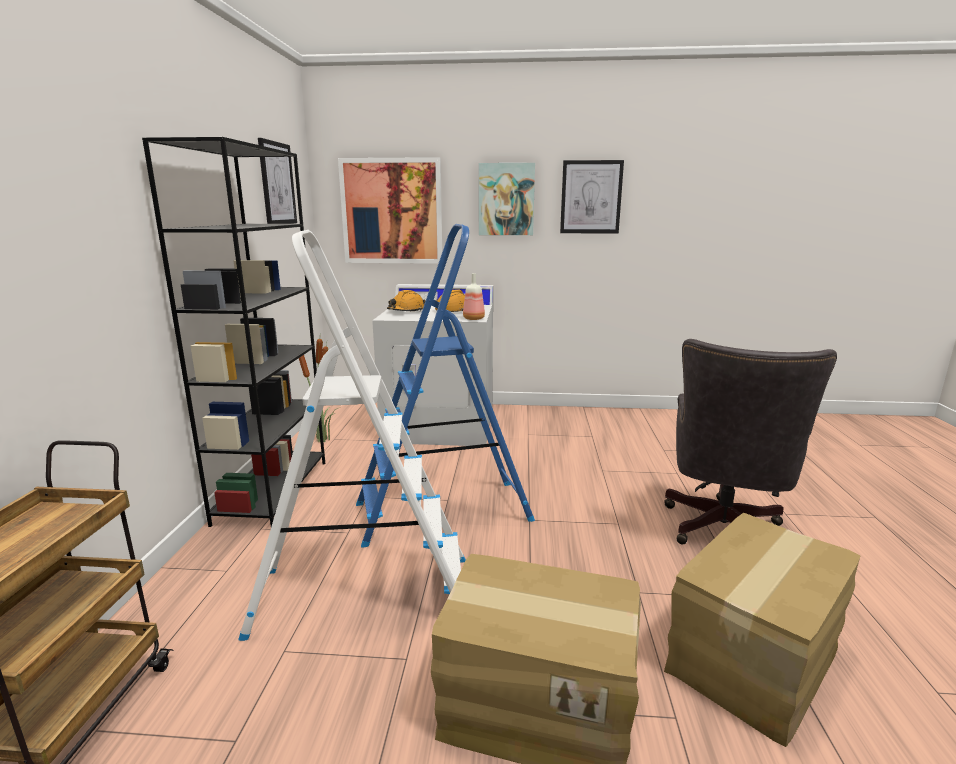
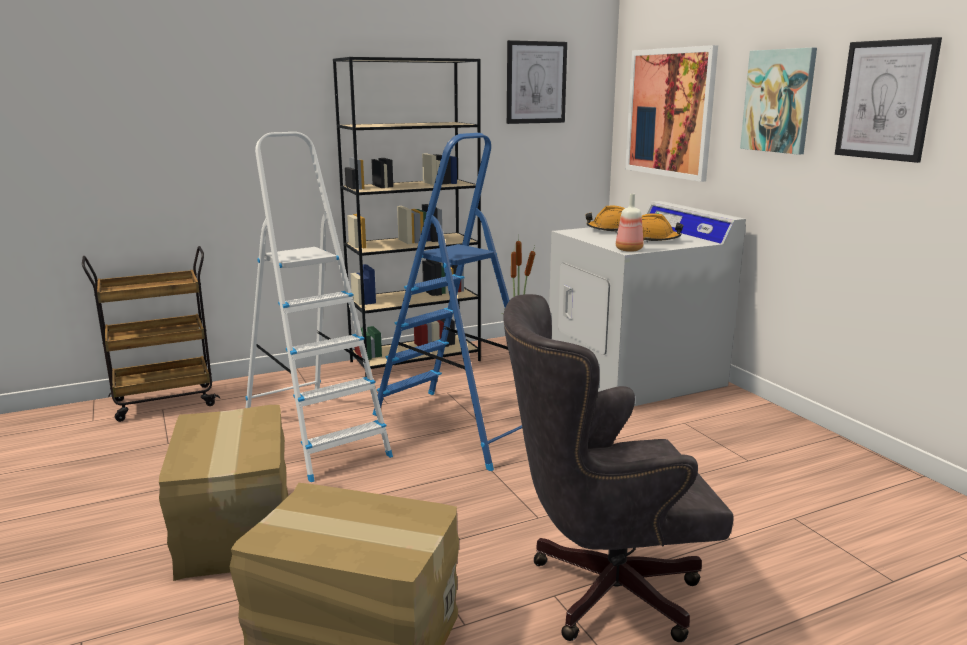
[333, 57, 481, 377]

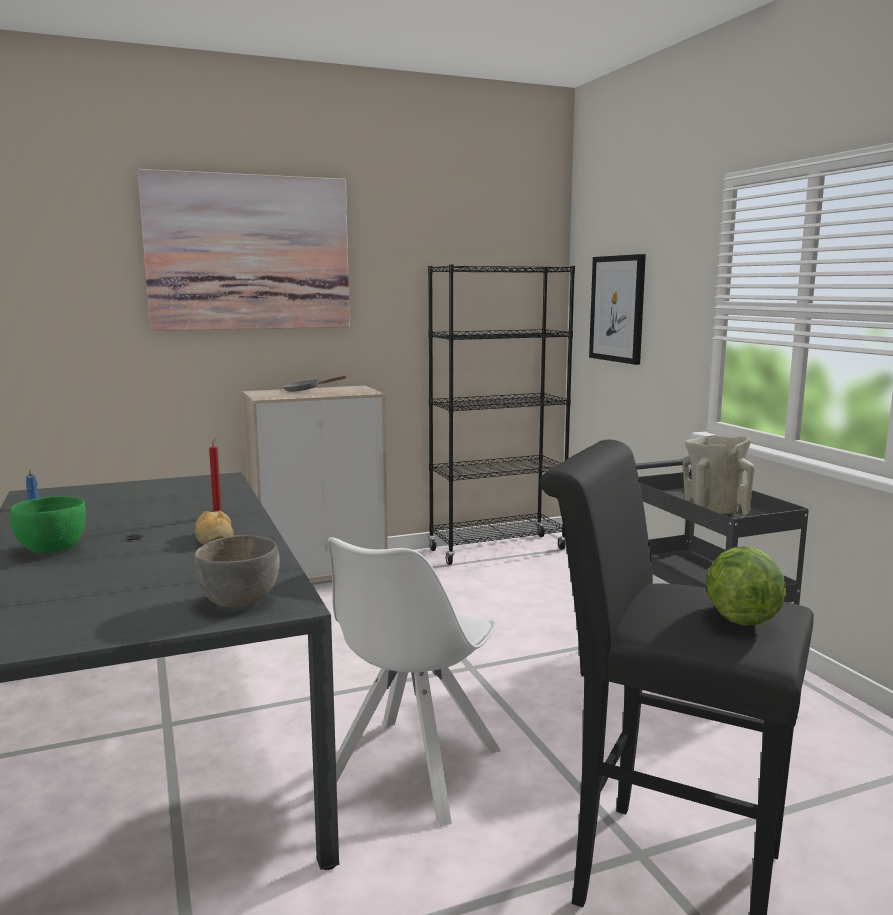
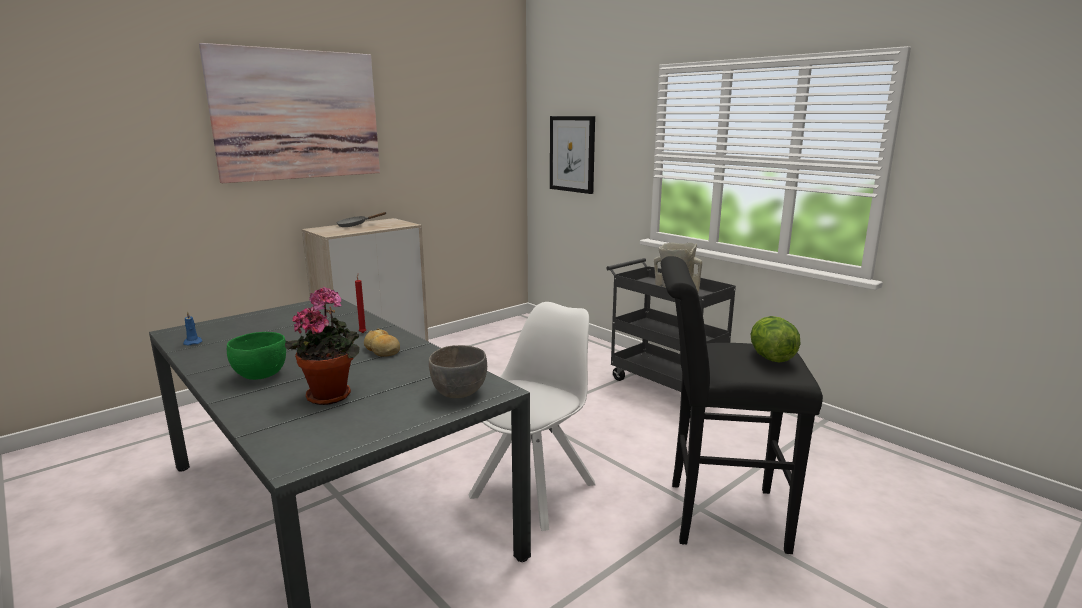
[428, 264, 575, 565] (first image)
[285, 287, 360, 405]
[468, 302, 595, 531]

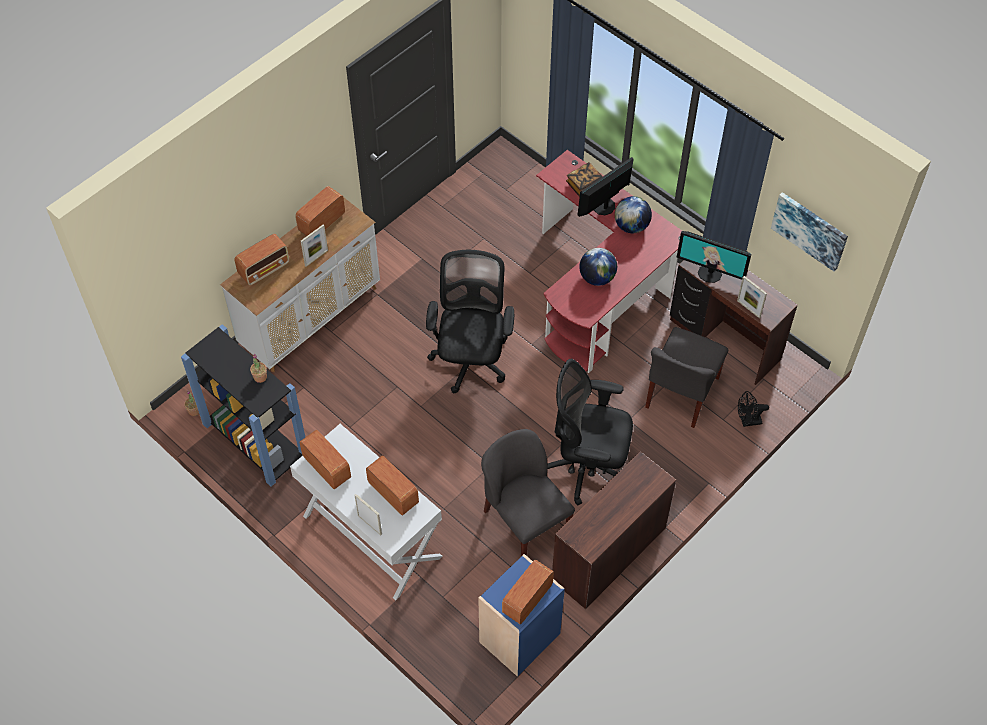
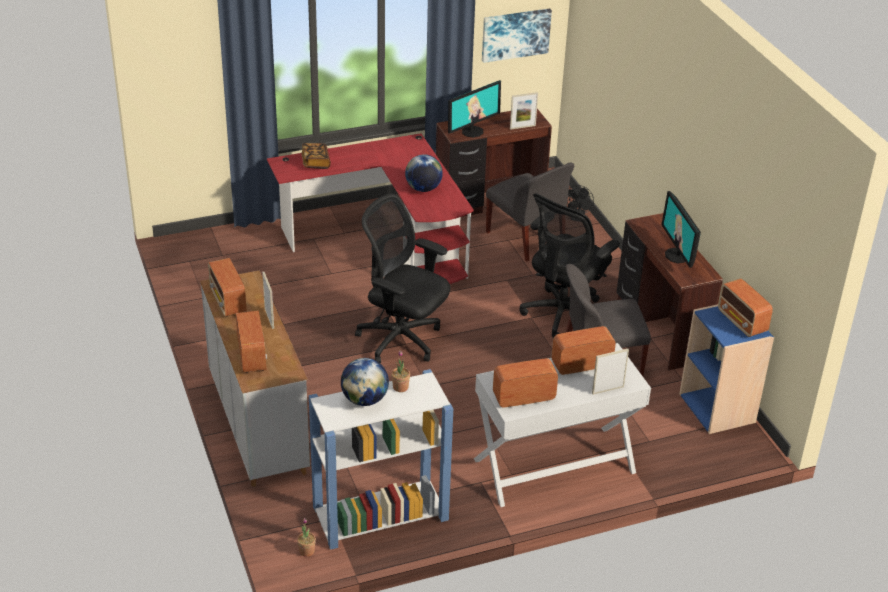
[661, 191, 701, 268]
[341, 358, 389, 406]
[309, 369, 453, 550]

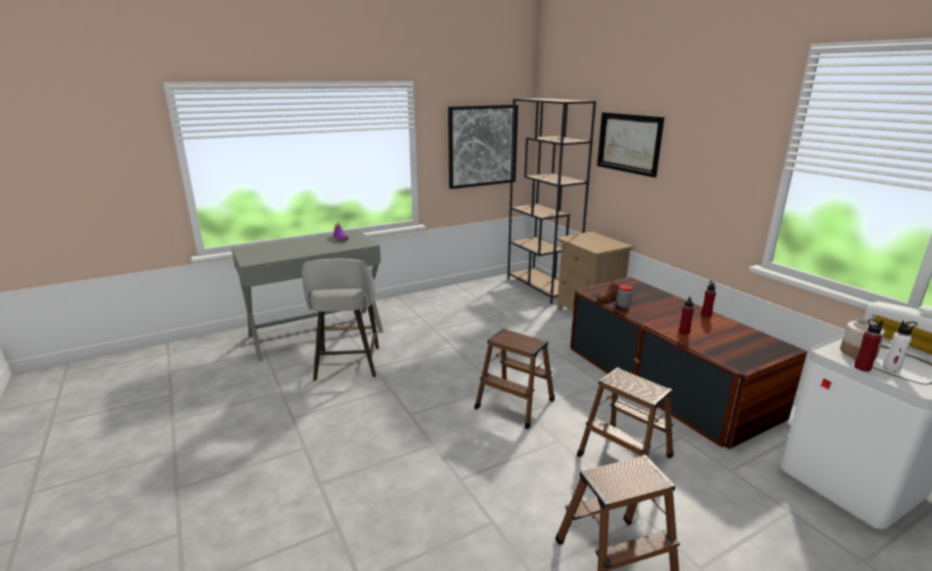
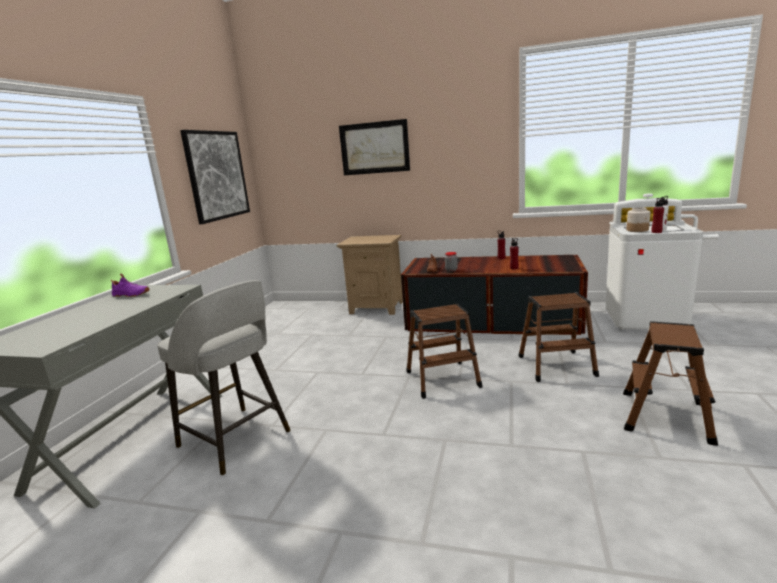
[507, 98, 596, 304] (first image)

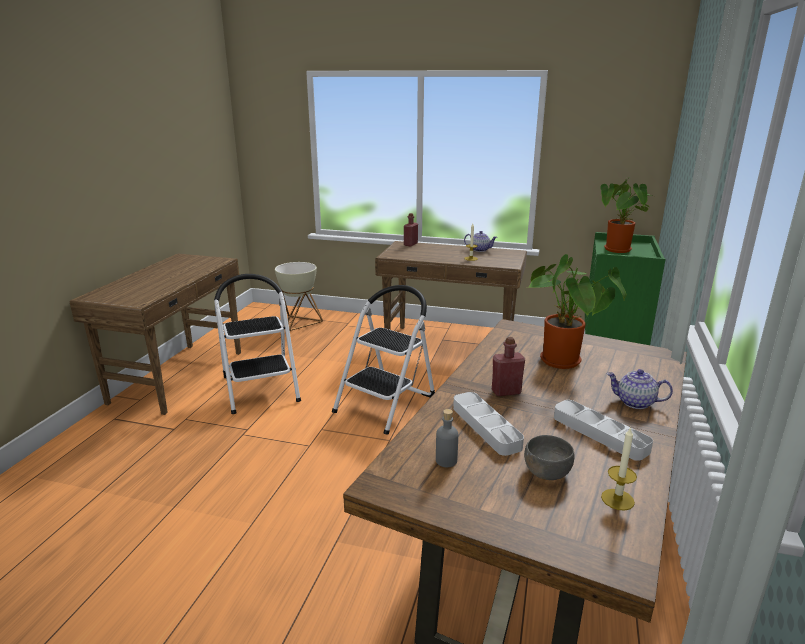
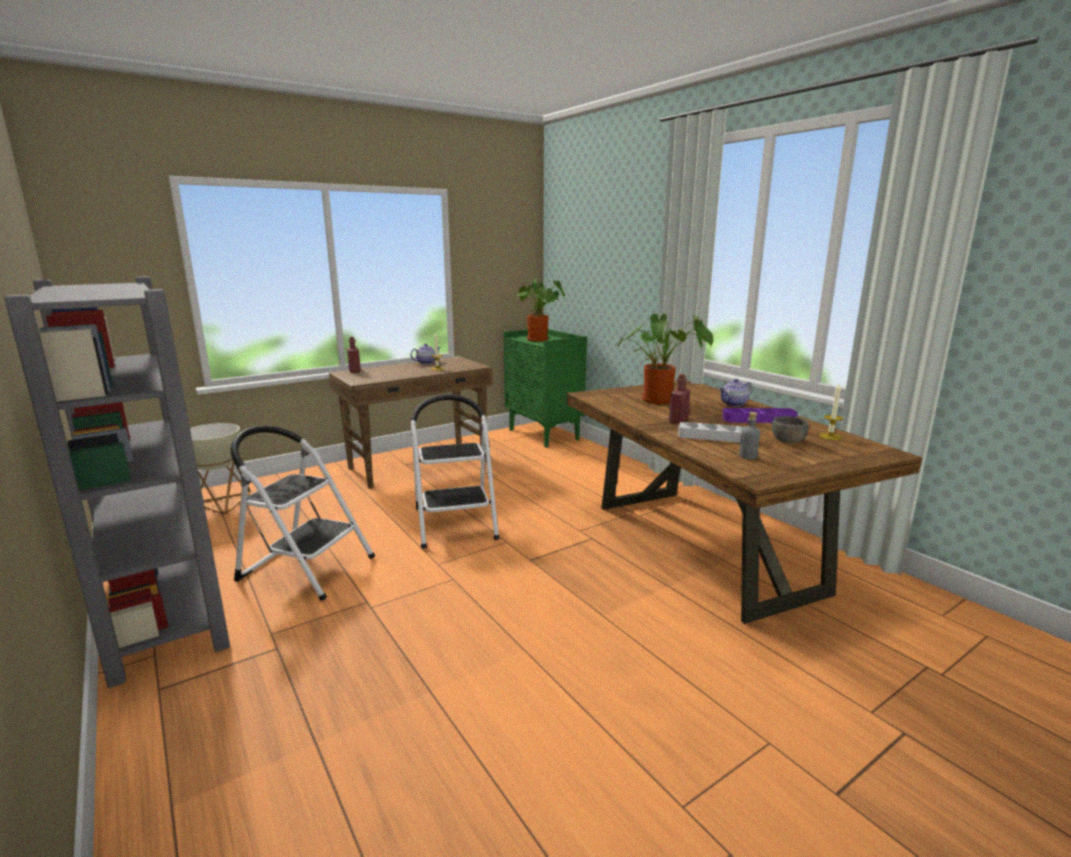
[4, 276, 230, 688]
[722, 408, 798, 423]

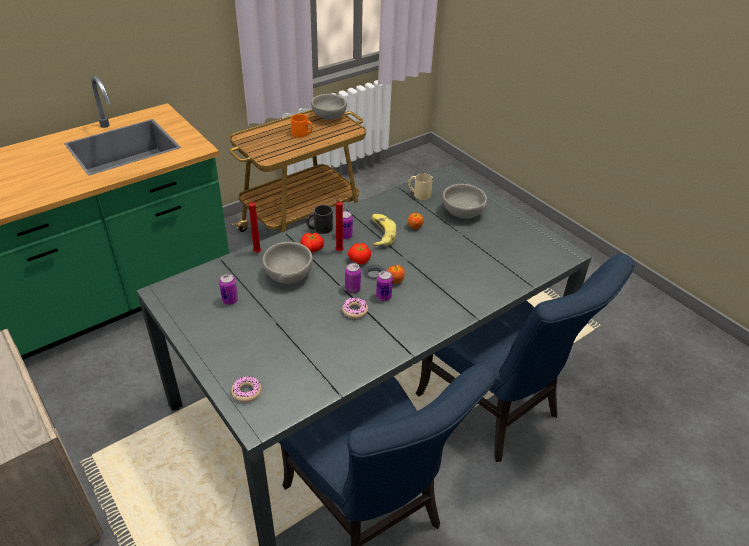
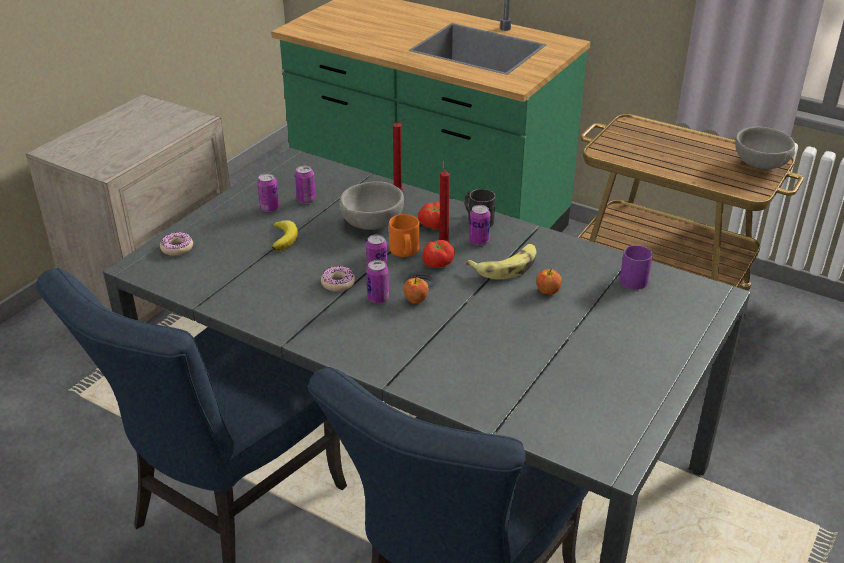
[443, 184, 487, 219] (first image)
[257, 173, 279, 212]
[272, 220, 298, 251]
[389, 214, 419, 257]
[620, 245, 653, 289]

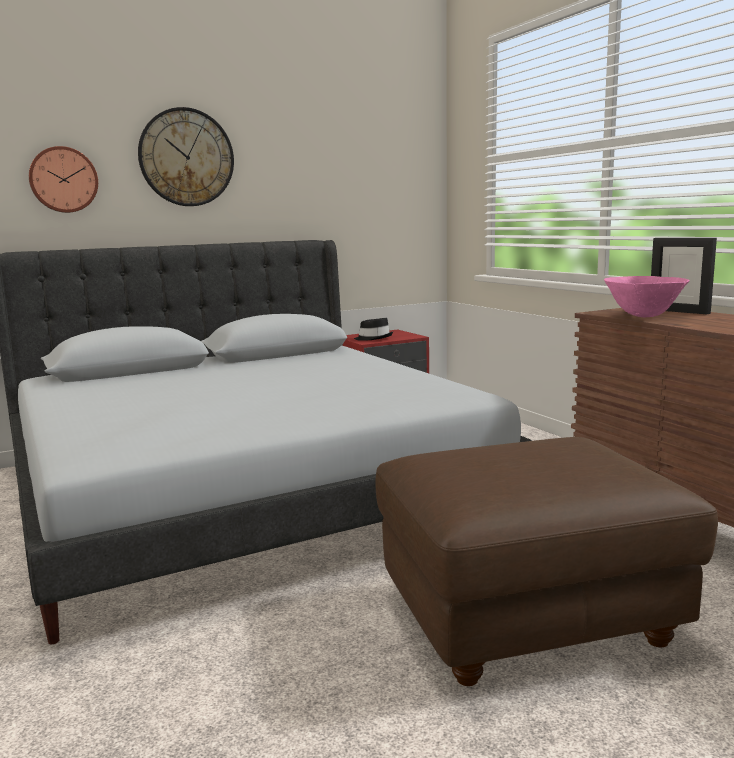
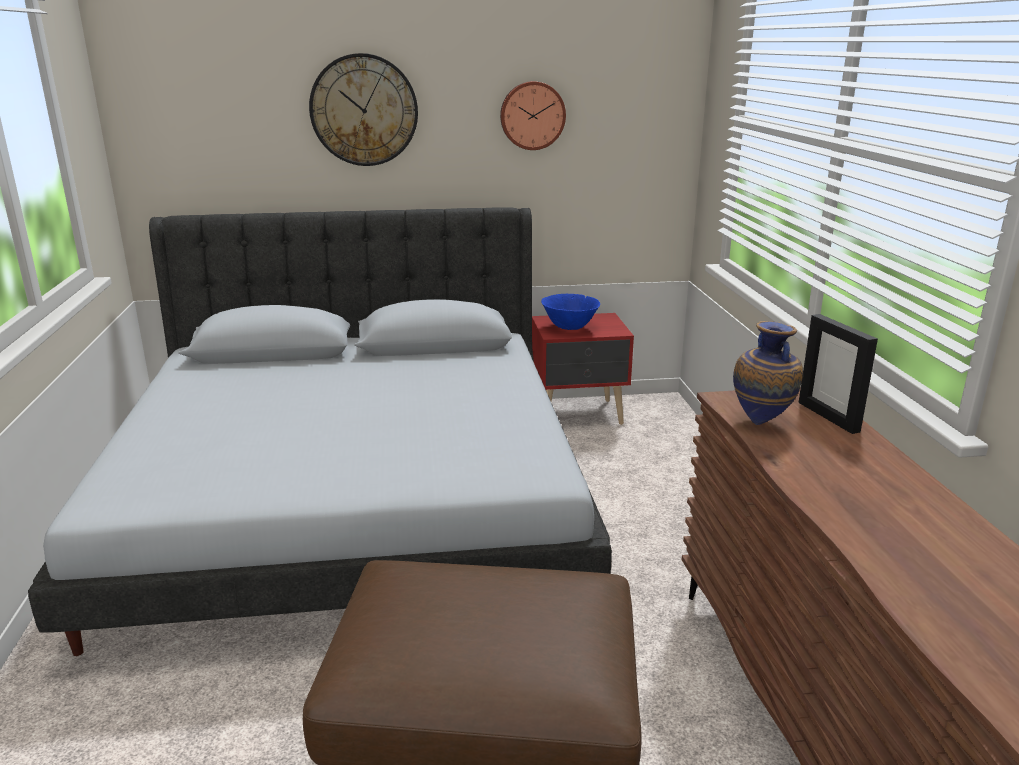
[500, 81, 566, 150]
[541, 294, 600, 330]
[733, 321, 803, 425]

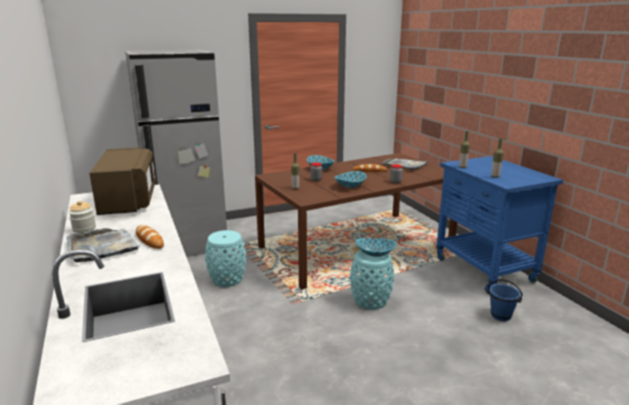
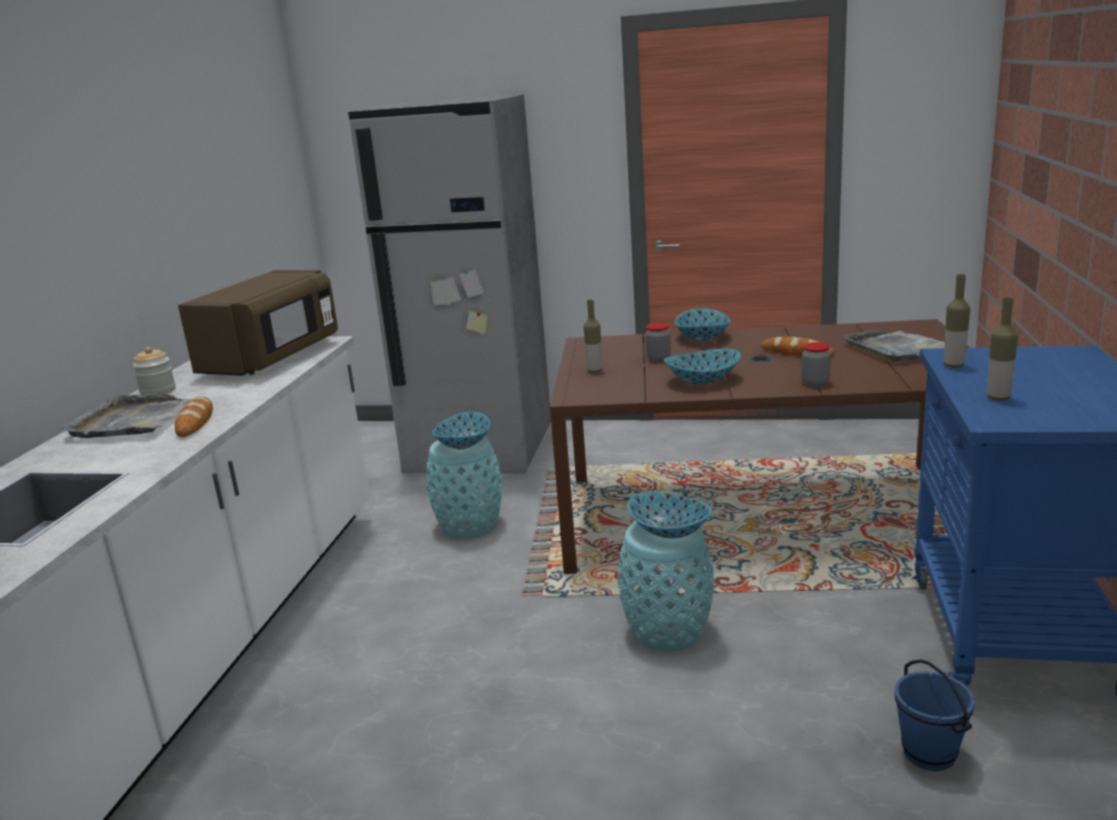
[432, 412, 490, 449]

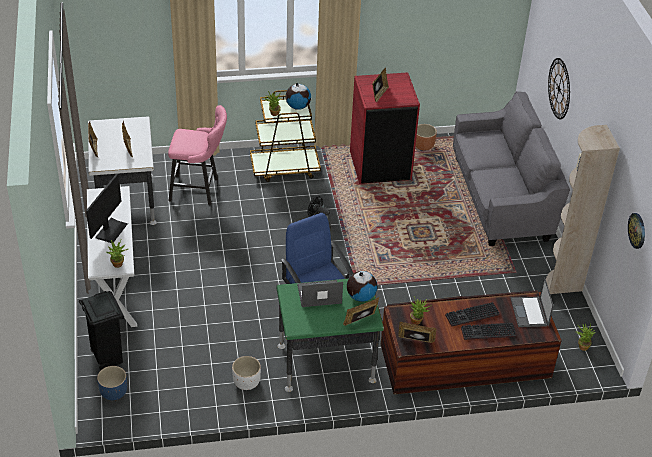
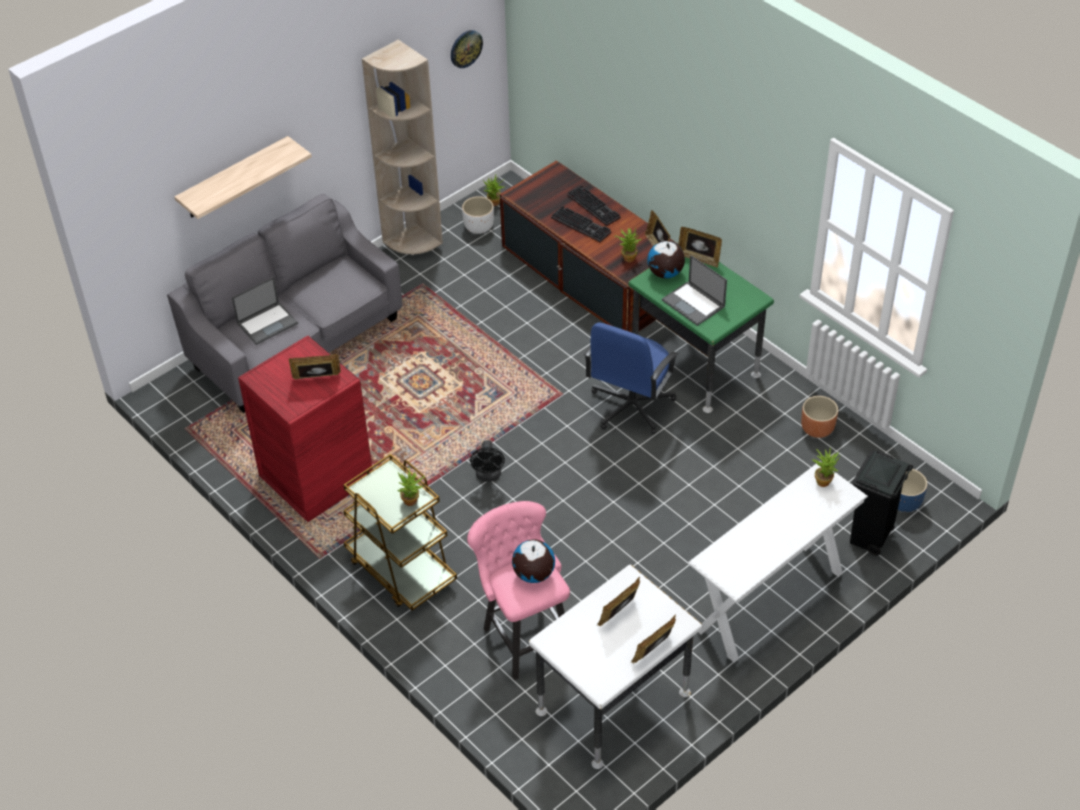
[86, 173, 128, 243] (first image)
[462, 196, 494, 234]
[512, 539, 555, 583]
[801, 396, 838, 438]
[232, 277, 298, 345]
[174, 136, 312, 219]

